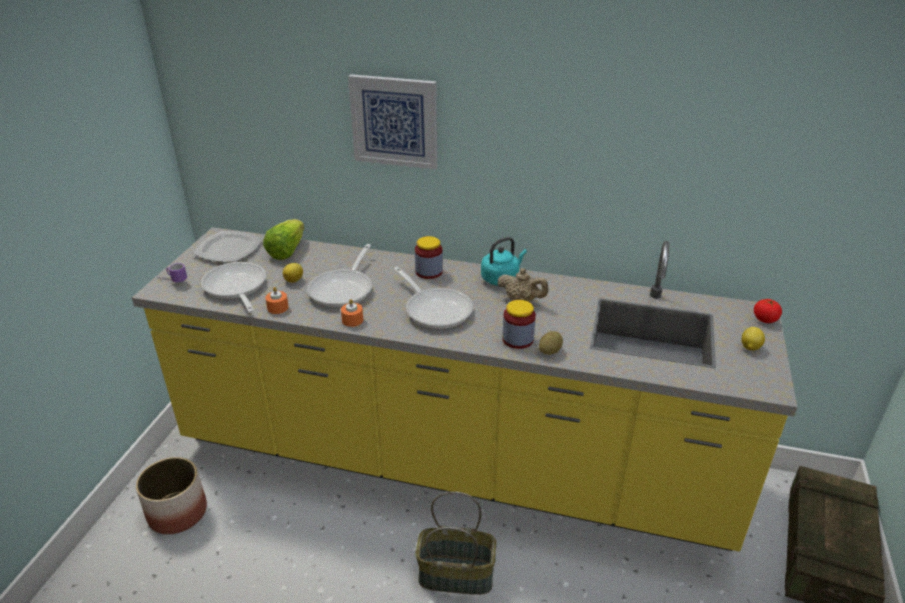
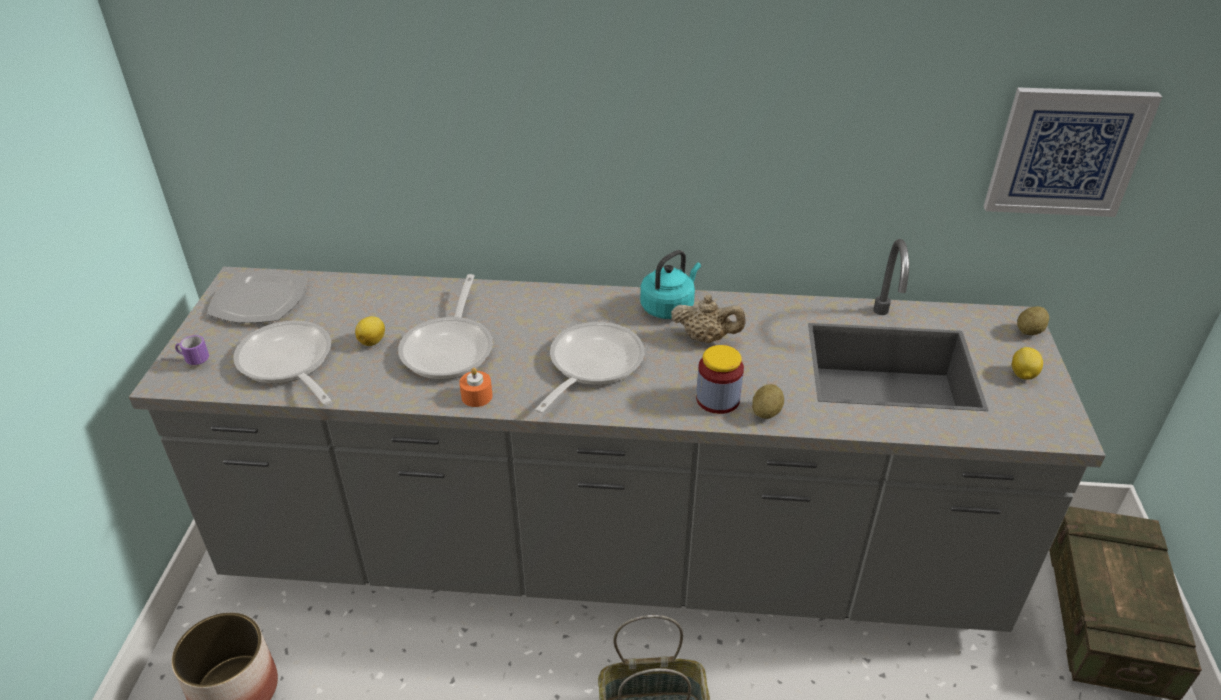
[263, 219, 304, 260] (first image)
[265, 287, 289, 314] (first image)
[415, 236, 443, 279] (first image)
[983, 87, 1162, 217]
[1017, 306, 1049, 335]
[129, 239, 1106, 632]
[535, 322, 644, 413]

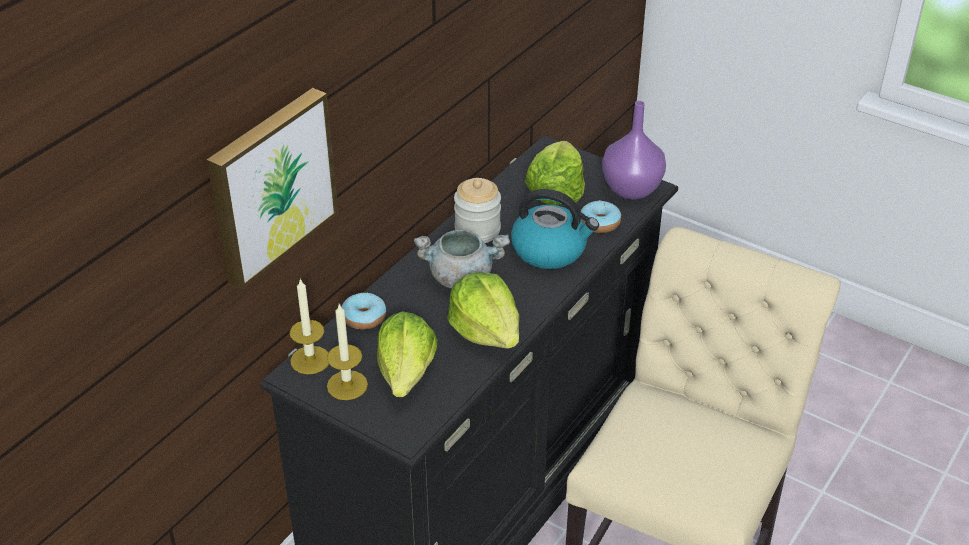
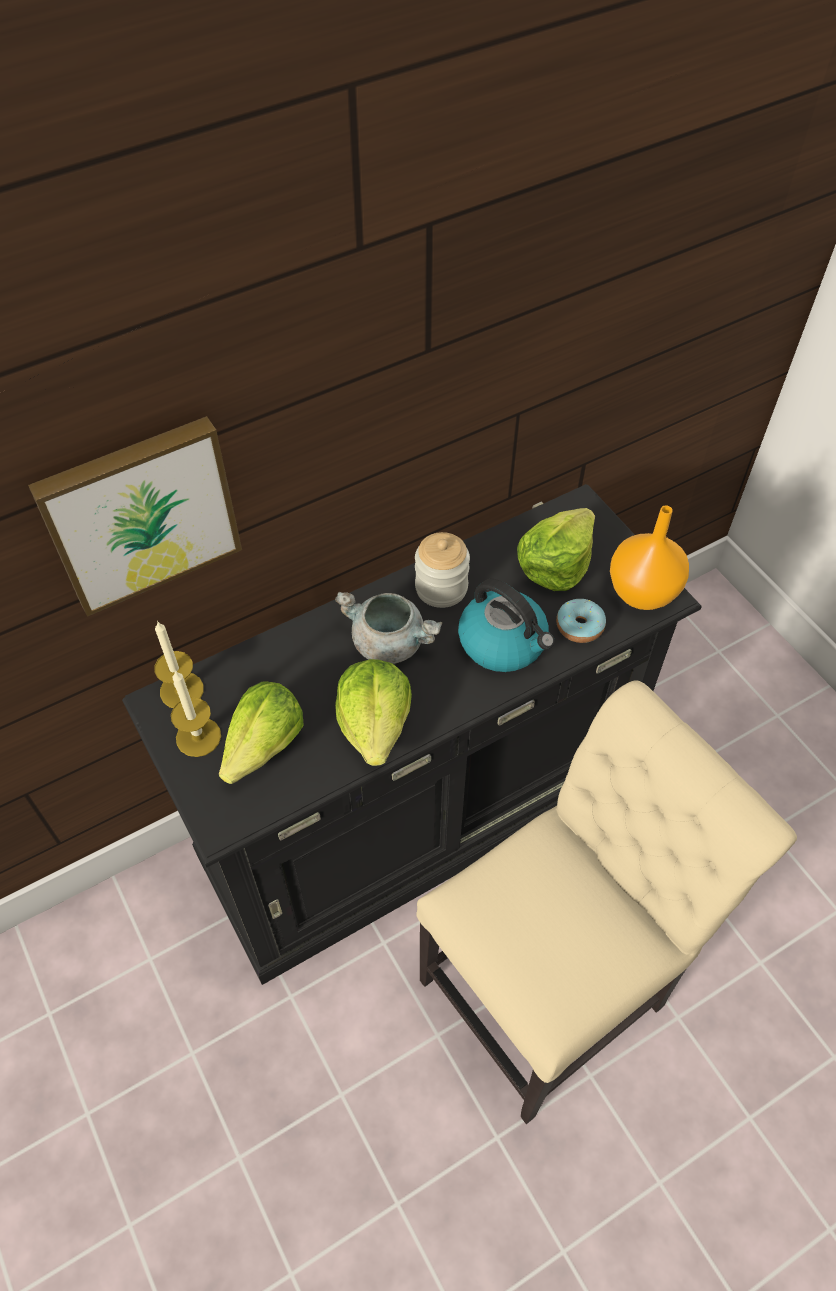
[341, 293, 386, 330] (first image)
[610, 505, 689, 610]

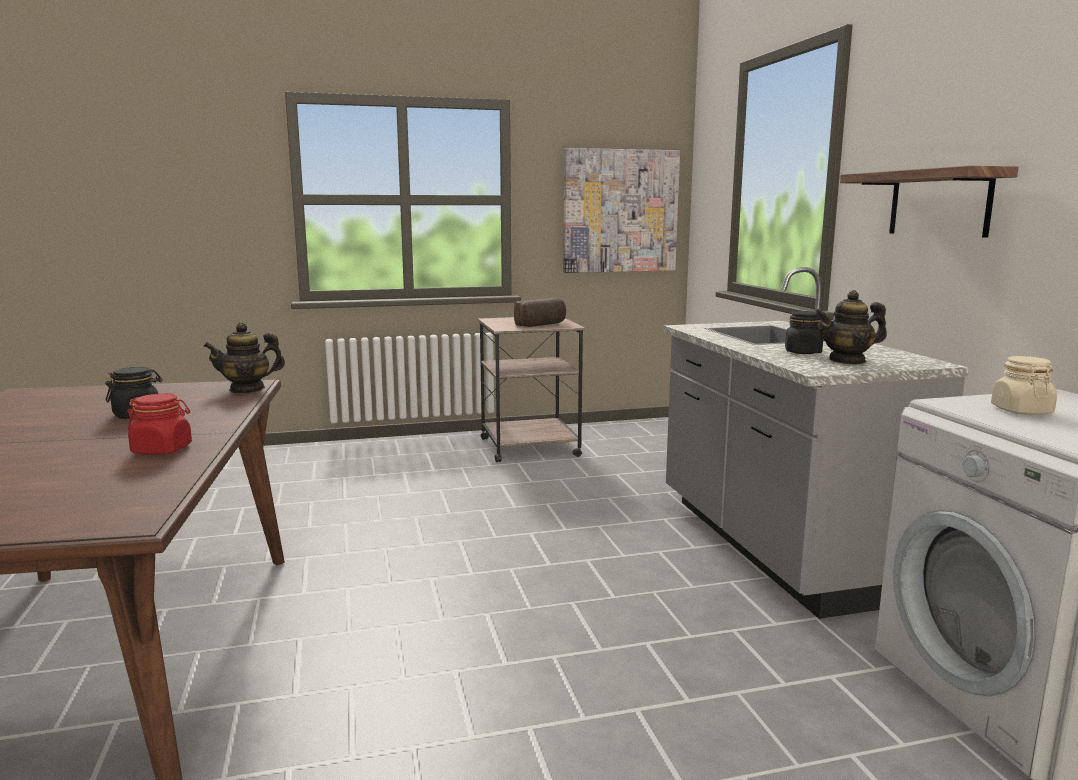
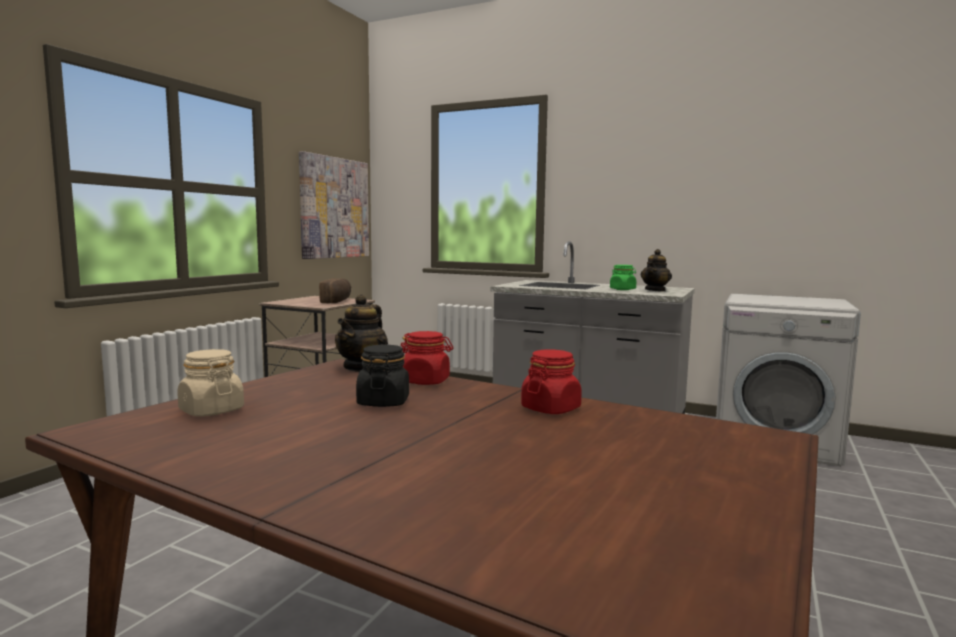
[840, 166, 1018, 238] (first image)
[401, 331, 453, 385]
[177, 349, 244, 417]
[610, 265, 636, 290]

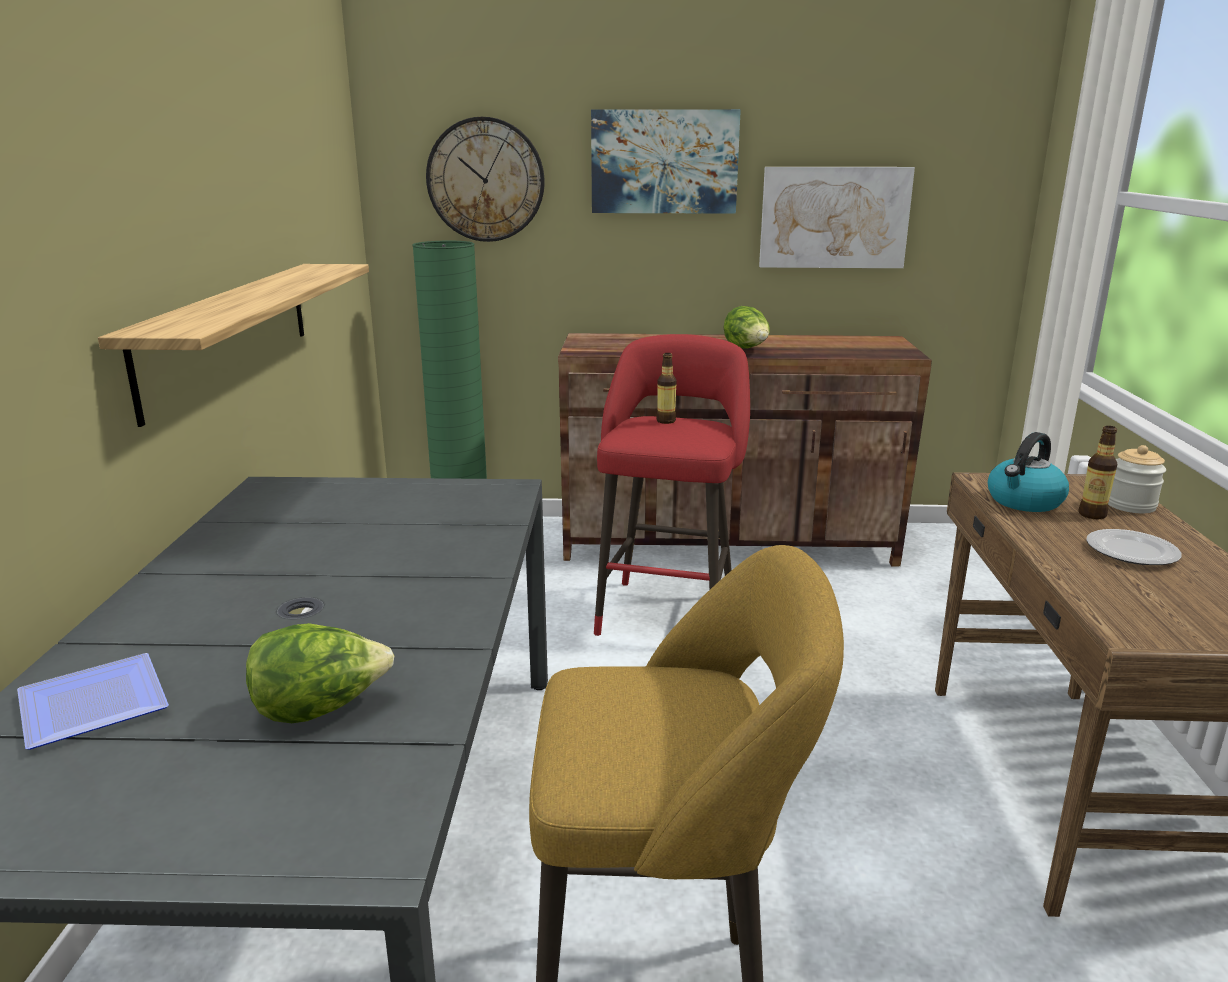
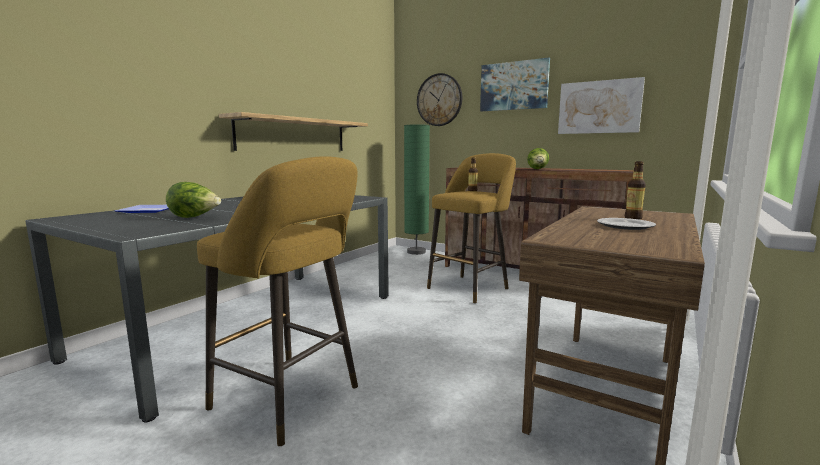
[988, 432, 1069, 512] (first image)
[1108, 445, 1166, 513] (first image)
[427, 153, 516, 303]

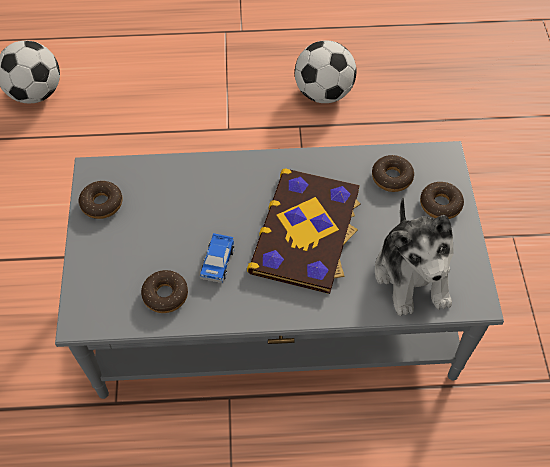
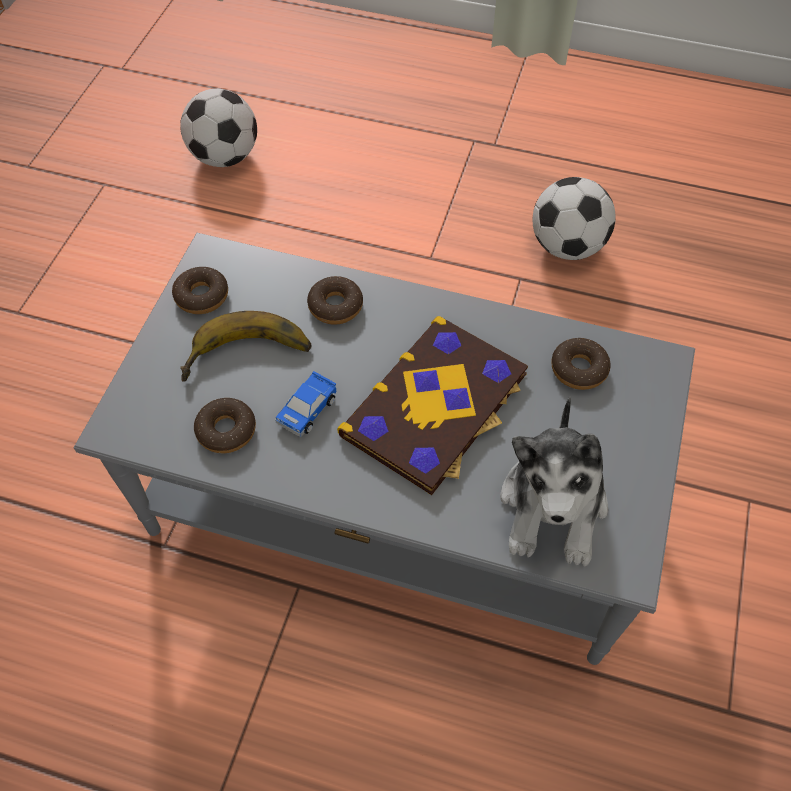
[180, 311, 311, 382]
[307, 276, 363, 325]

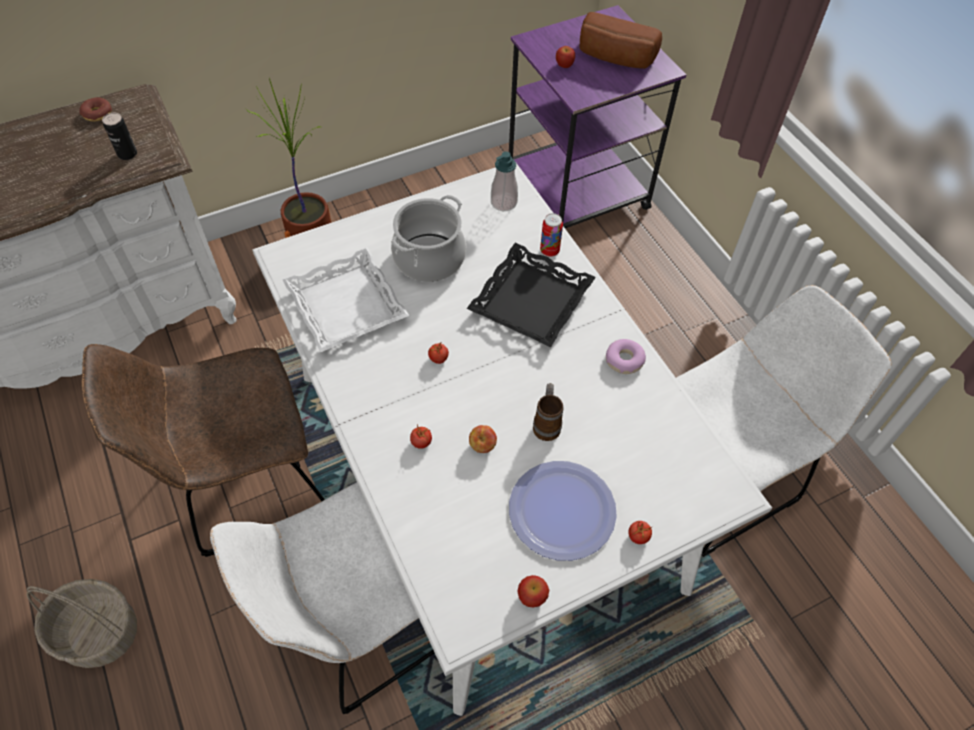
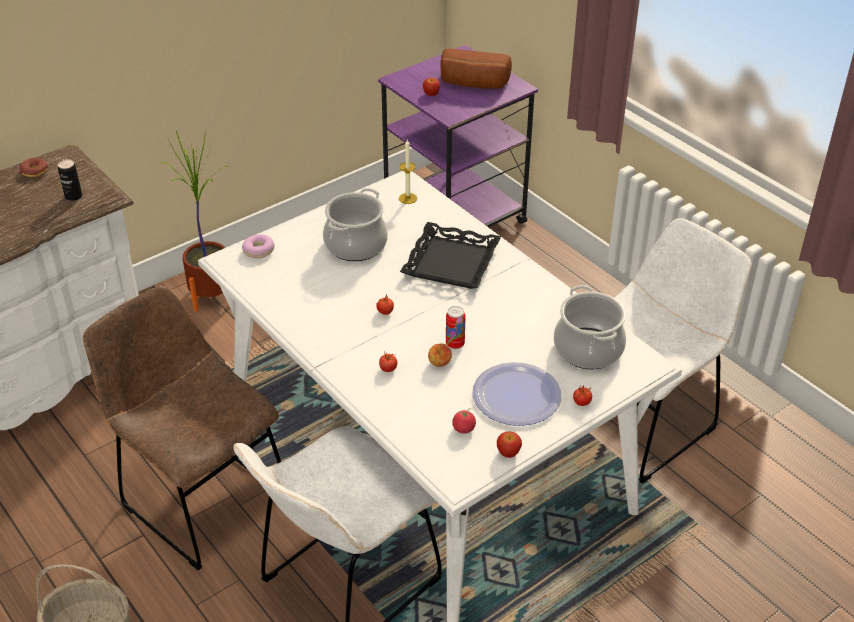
[282, 247, 409, 352] (first image)
[533, 383, 564, 441] (first image)
[452, 408, 476, 434]
[554, 285, 626, 369]
[446, 306, 466, 349]
[242, 234, 275, 258]
[399, 140, 417, 204]
[83, 286, 281, 571]

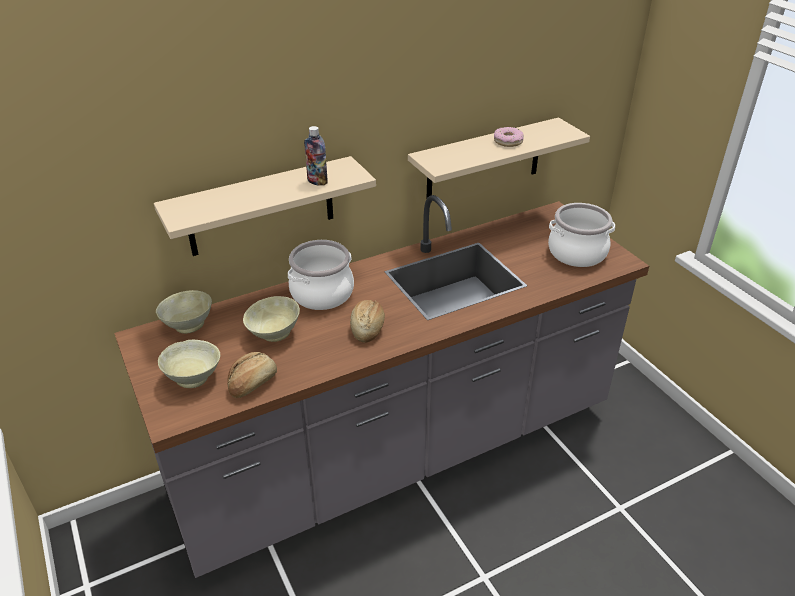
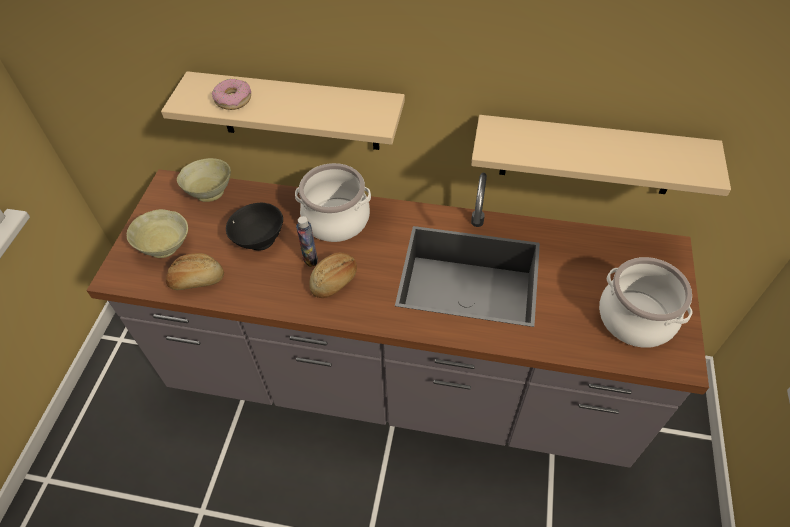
[296, 216, 318, 267]
[212, 79, 251, 110]
[226, 203, 283, 251]

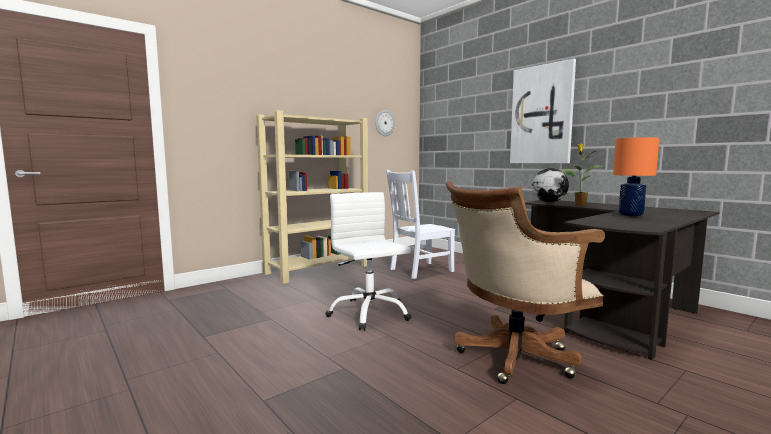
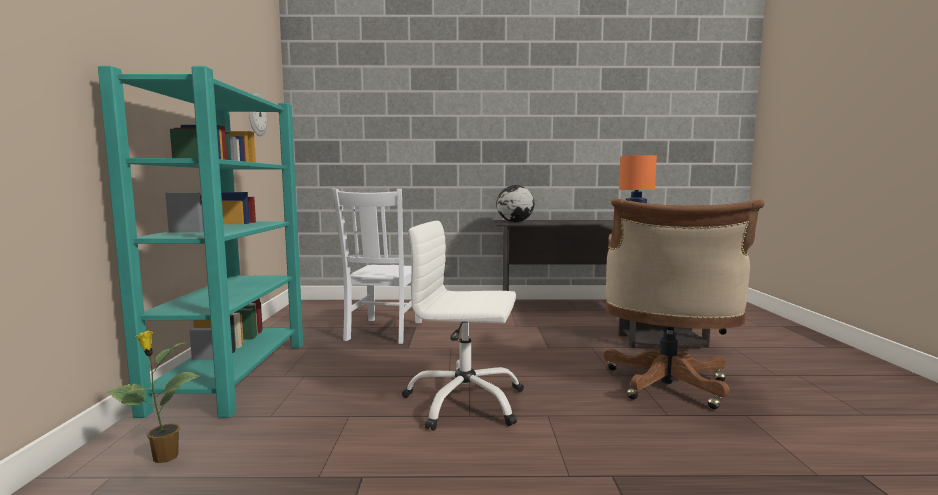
[510, 59, 576, 163] (first image)
[106, 331, 201, 463]
[98, 66, 303, 418]

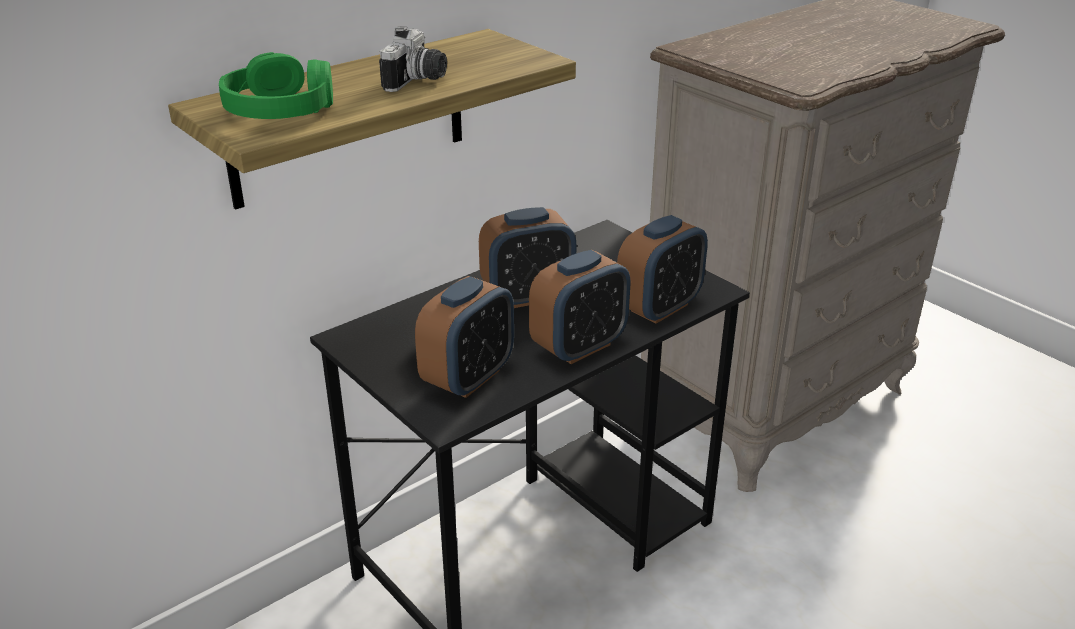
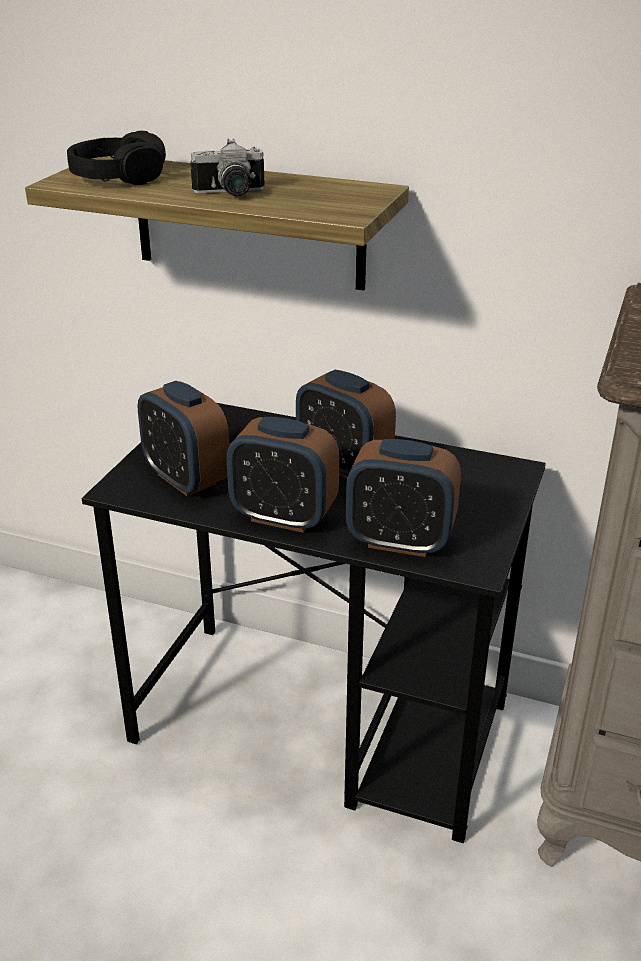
[67, 131, 166, 185]
[138, 381, 229, 496]

